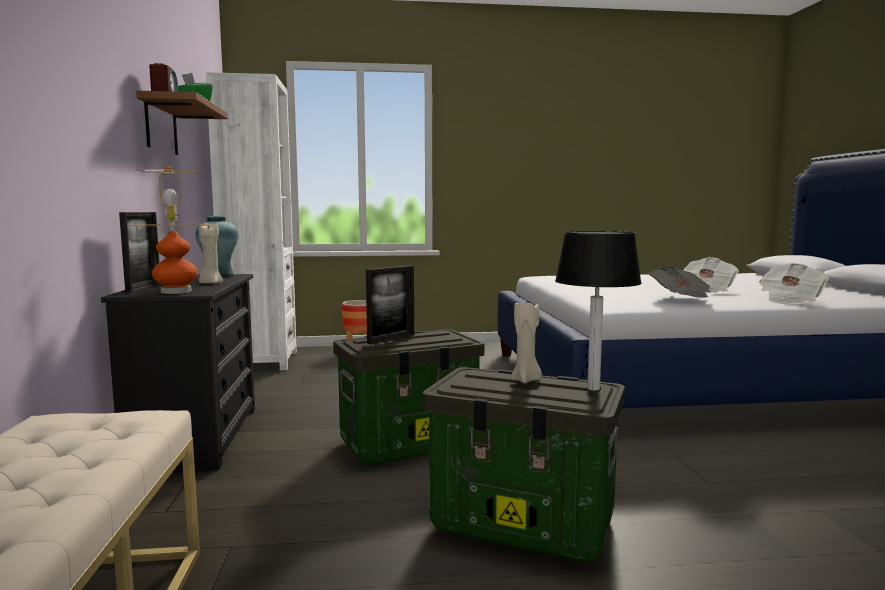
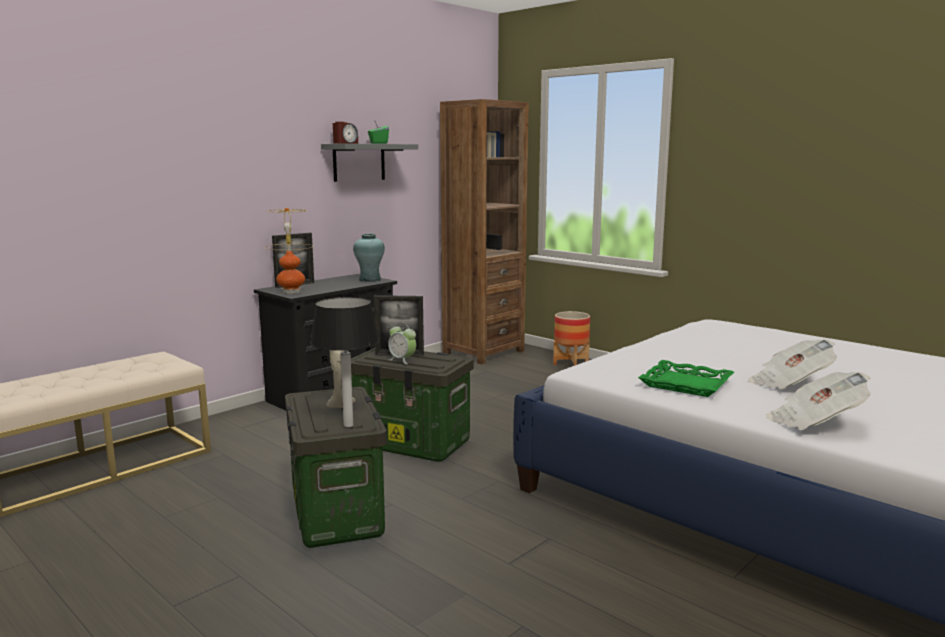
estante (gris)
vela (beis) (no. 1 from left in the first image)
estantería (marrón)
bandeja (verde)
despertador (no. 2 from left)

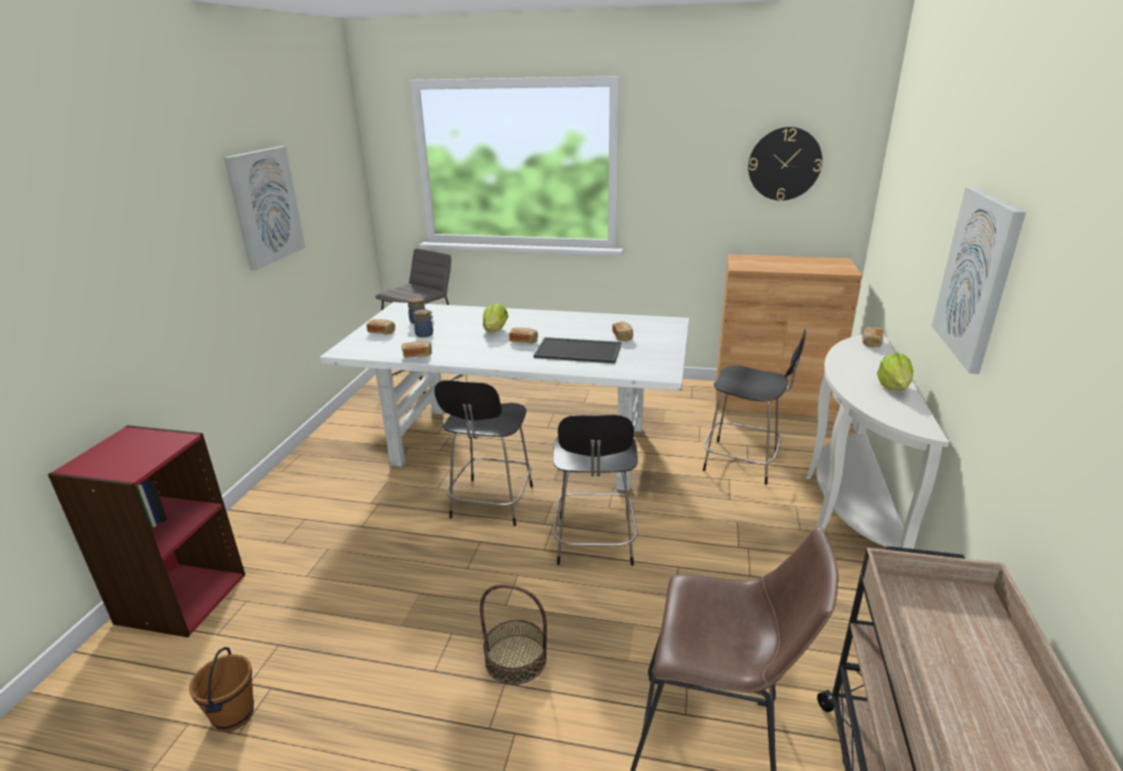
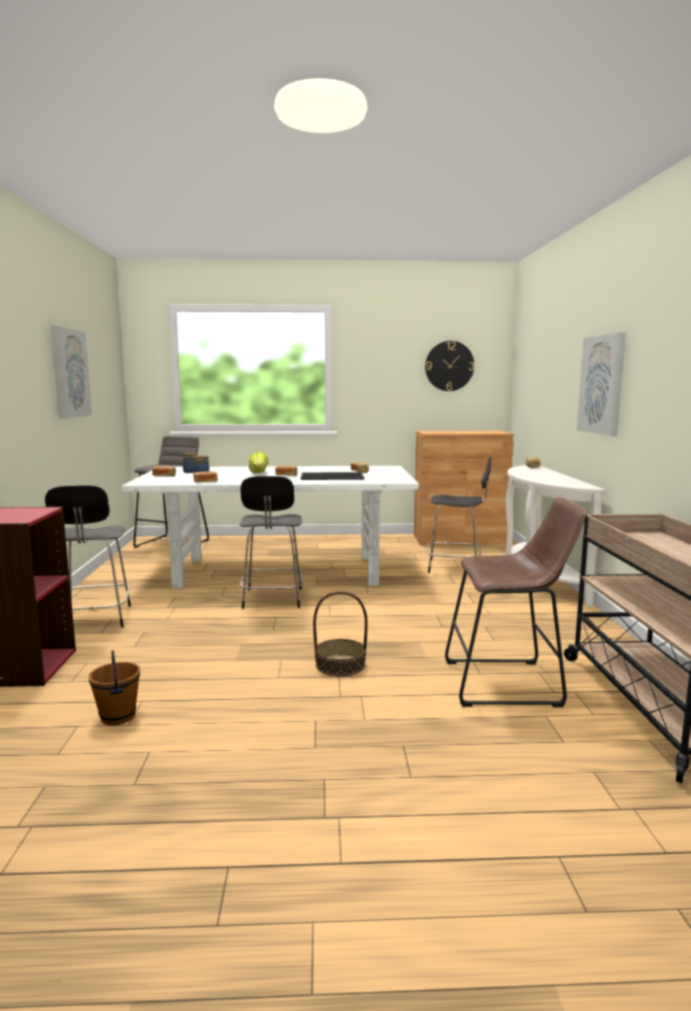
silla (negro) (no. 1 from left)
lechuga (no. 2 from left in the first image)

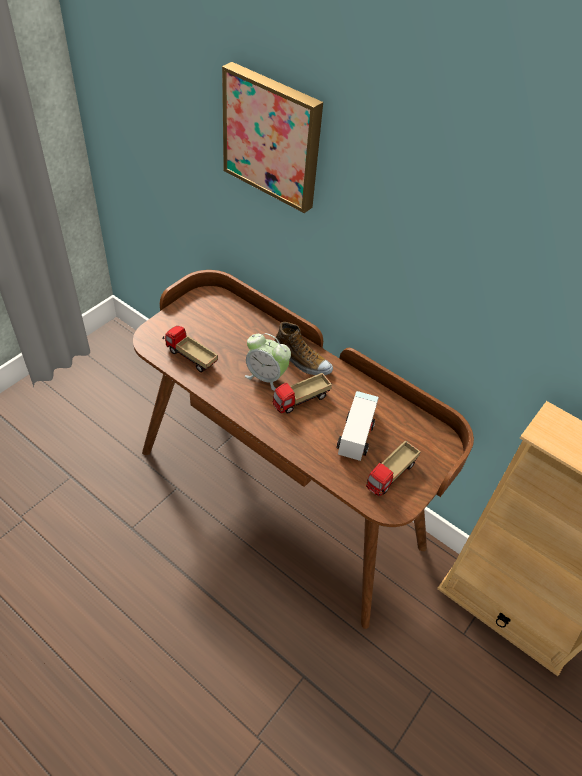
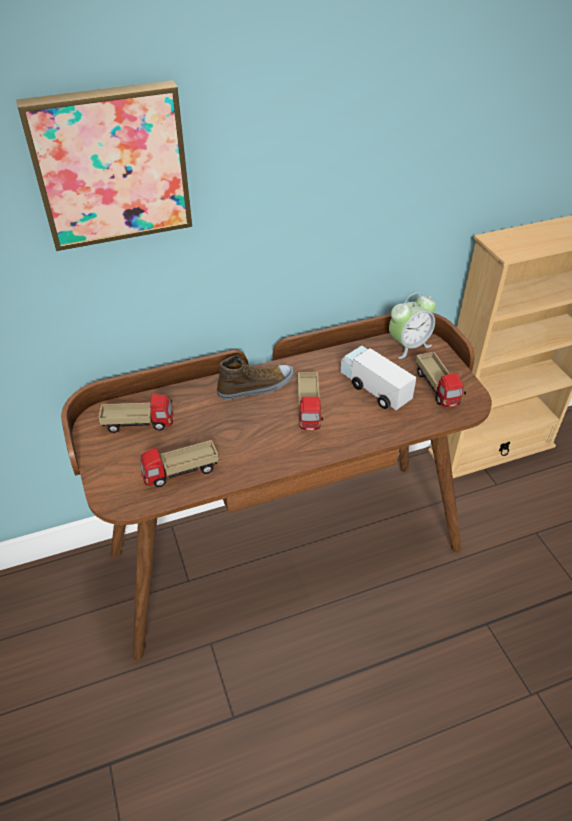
despertador
camión de juguete (no. 1 from left)

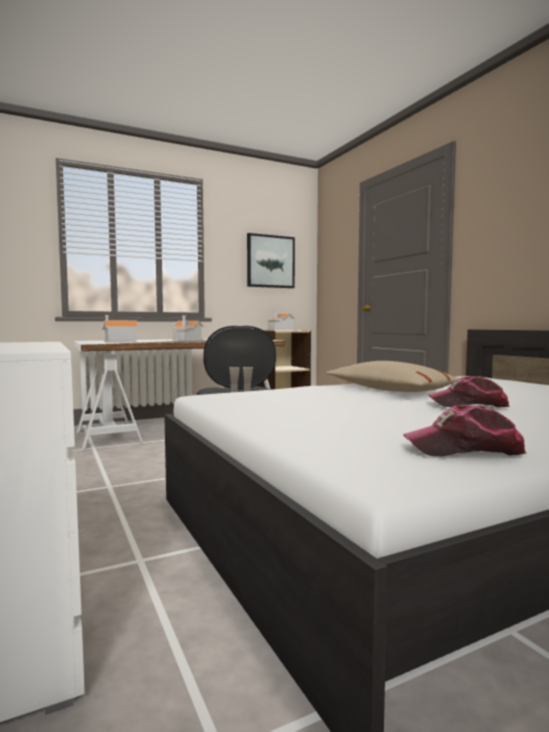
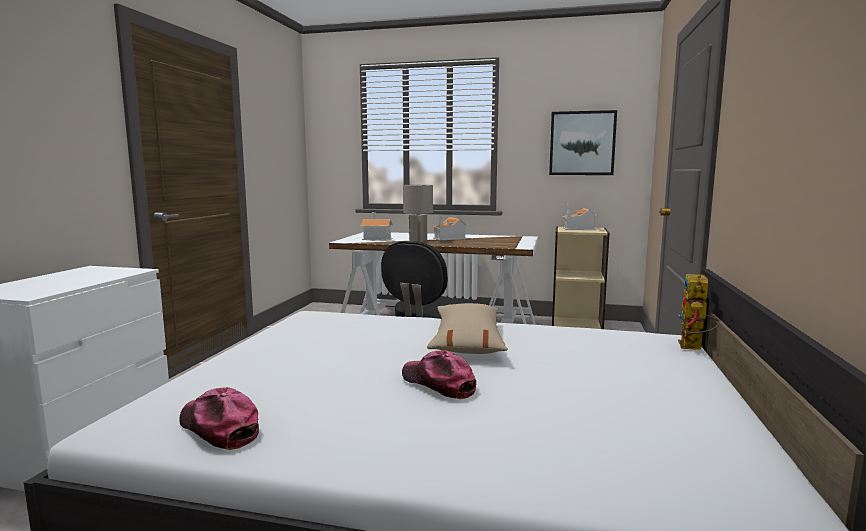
lámpara de mesa (gris)
robot de juguete

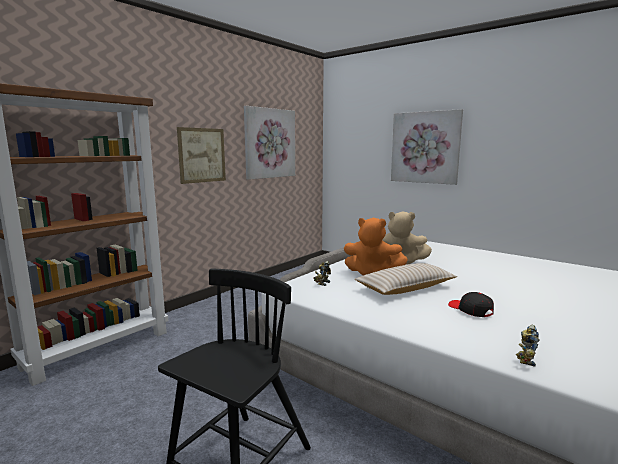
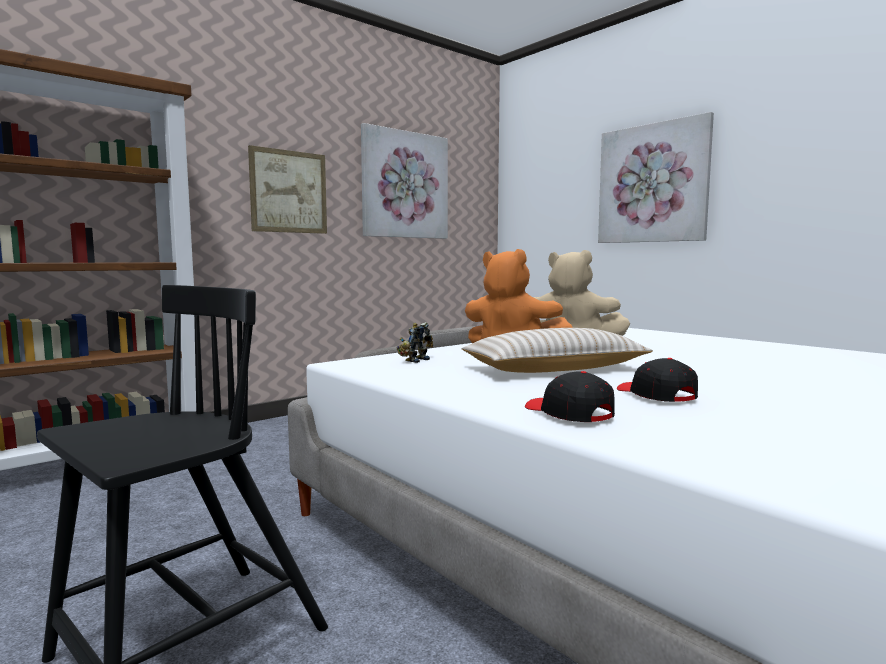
robot de juguete (no. 2 from left in the first image)
gorra (negro) (no. 1 from left)

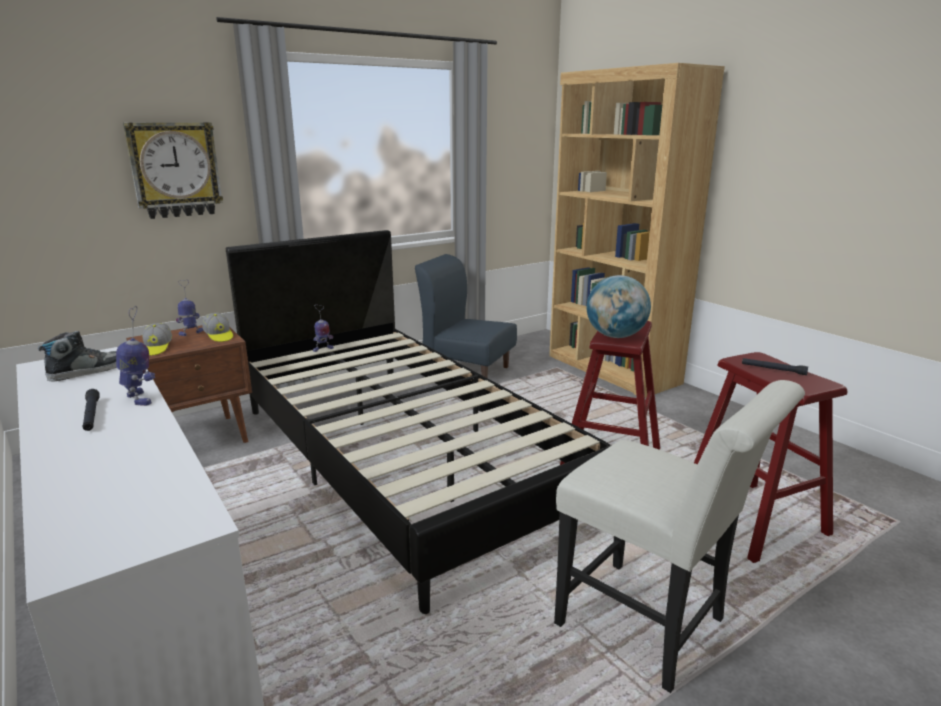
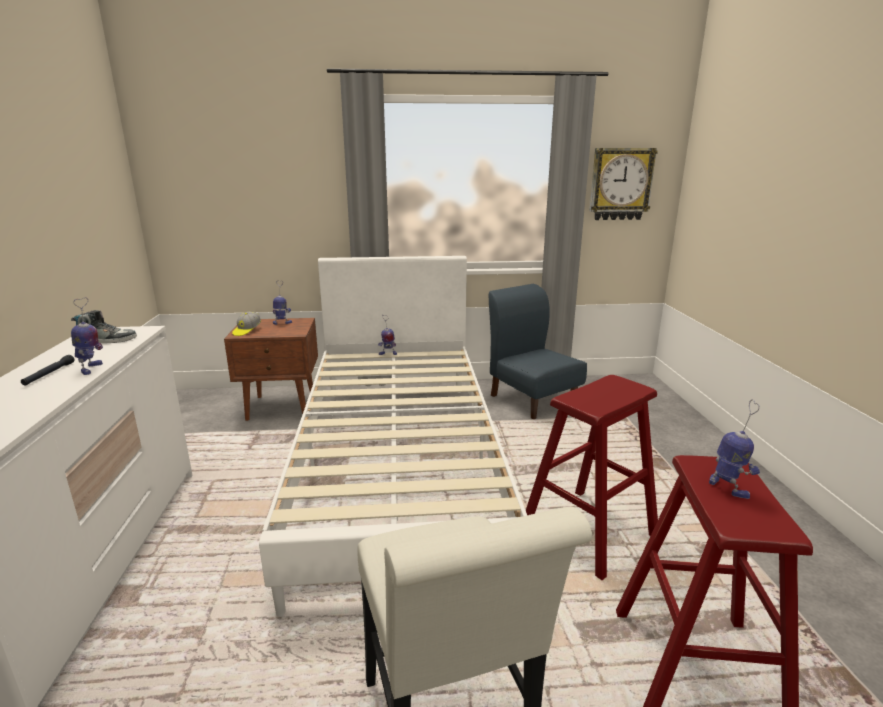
reloj de pared
gorra (no. 2 from left in the first image)
cama (blanco)
estantería (marrón)
globo terráqueo
robot de juguete (no. 4 from left)

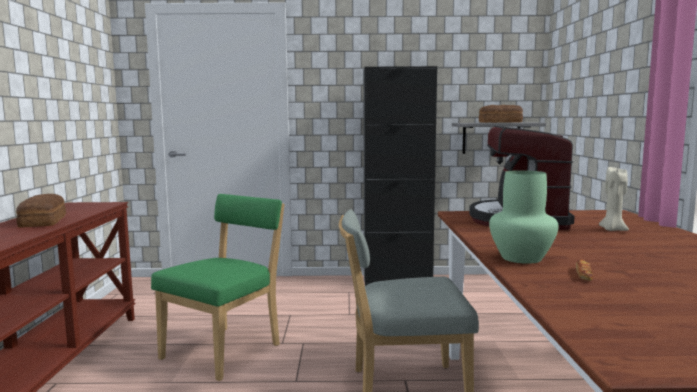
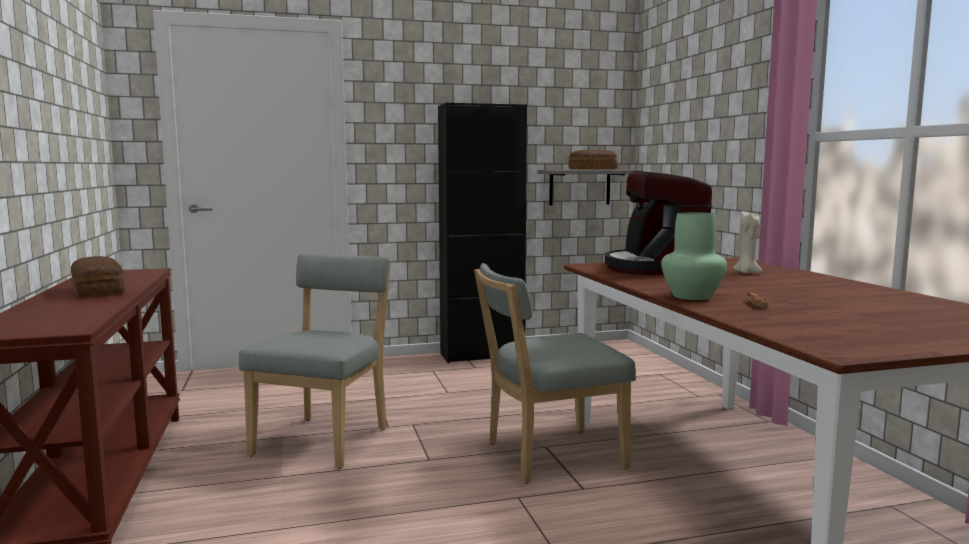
silla (gris) (no. 1 from left)

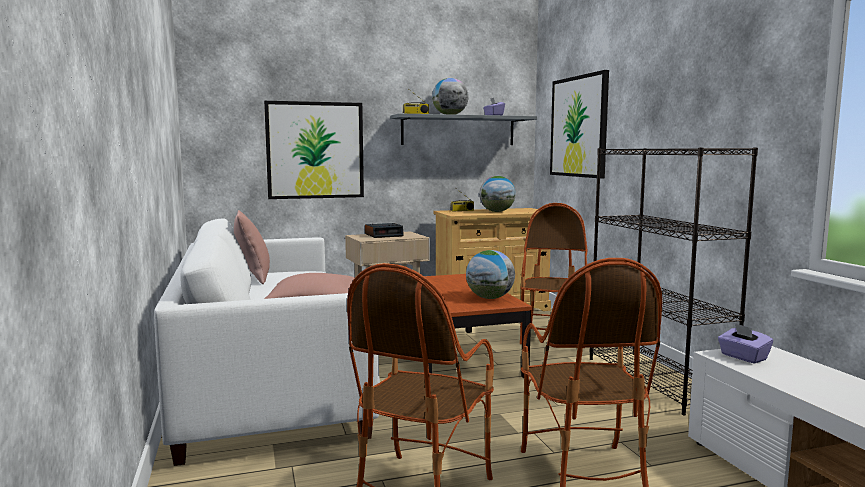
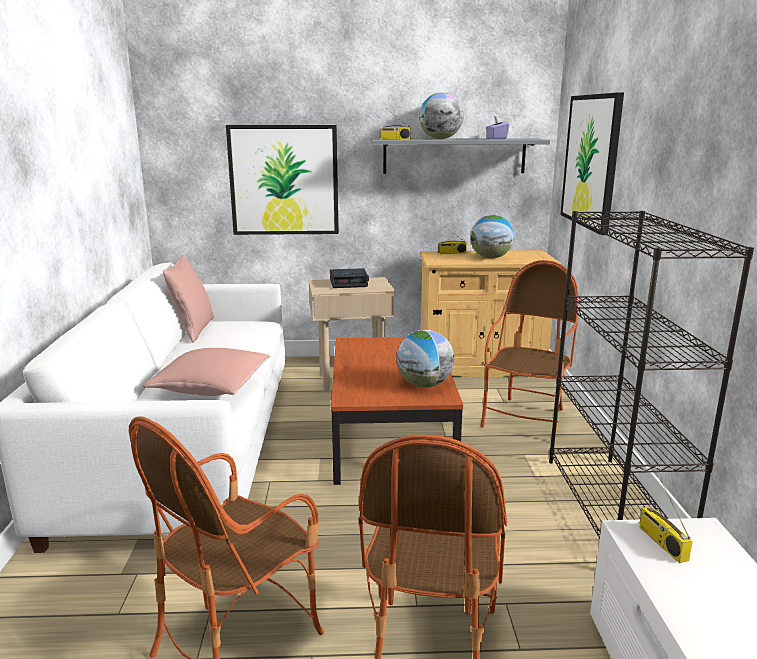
radio (no. 3 from left)

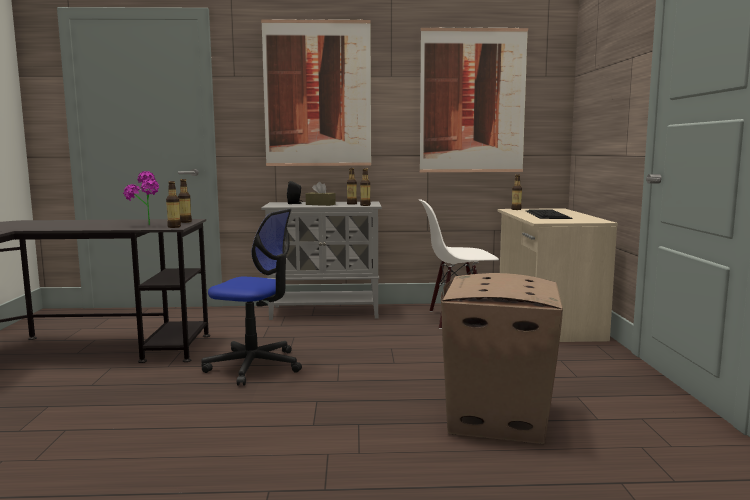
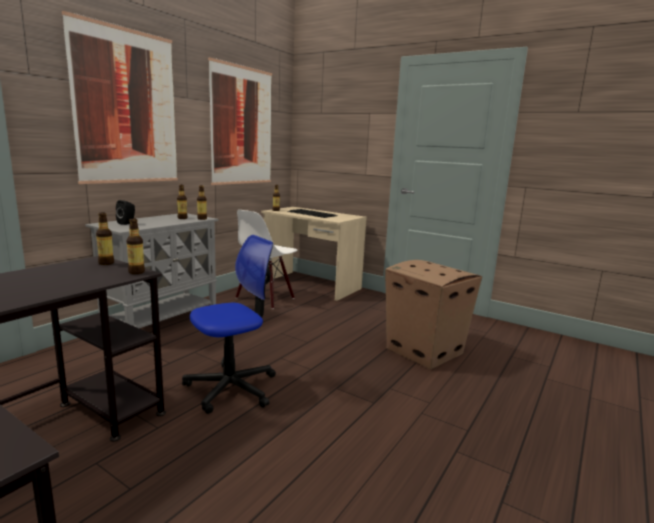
planta en maceta
caja de pañuelos (marrón)

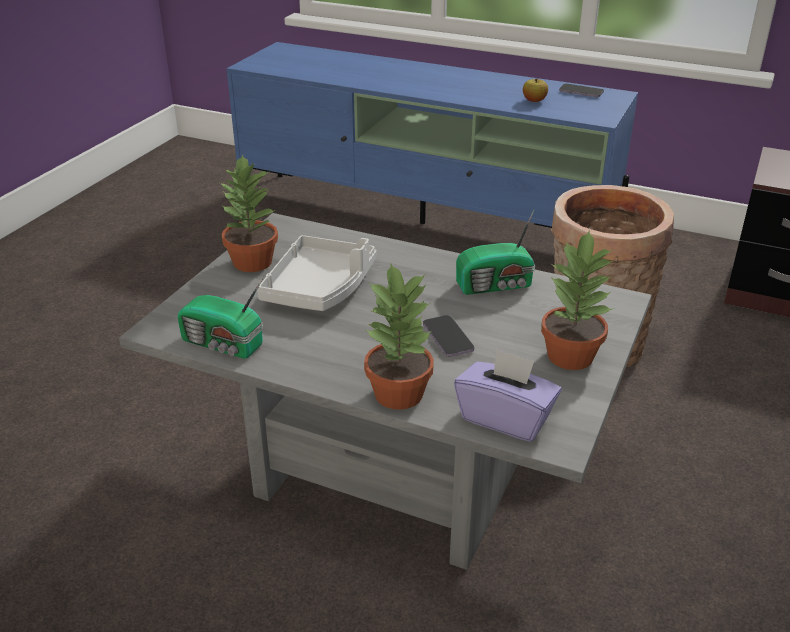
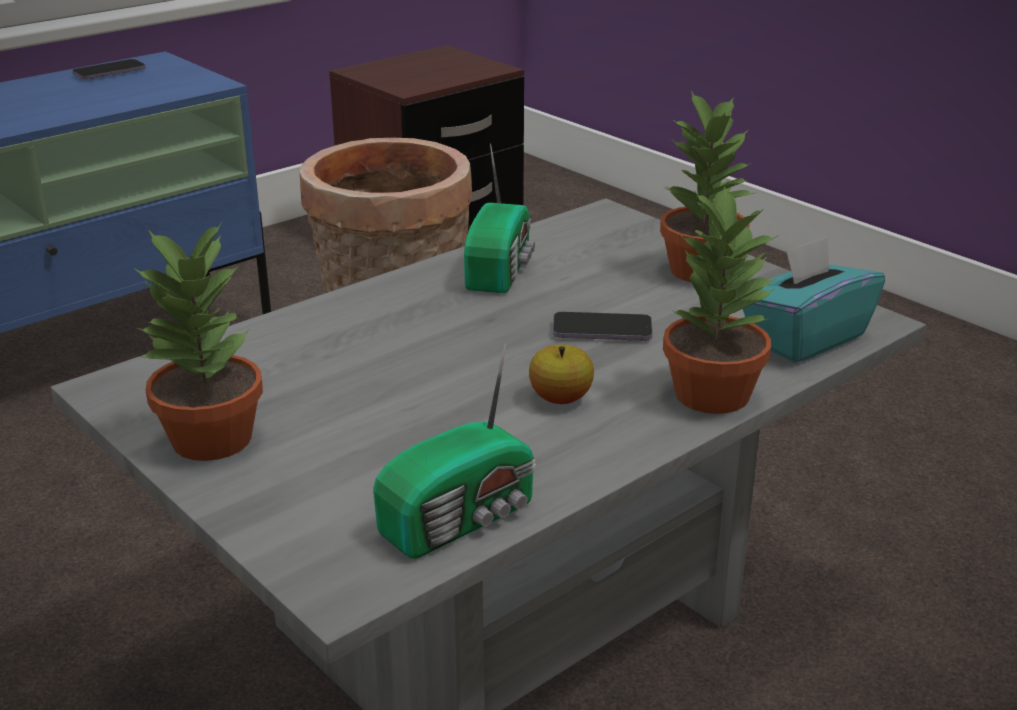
bandeja (gris)
caja de pañuelos (turquesa)
manzana

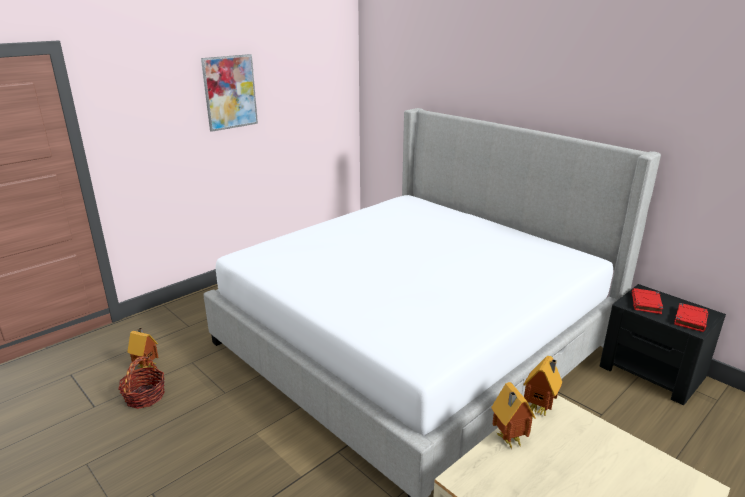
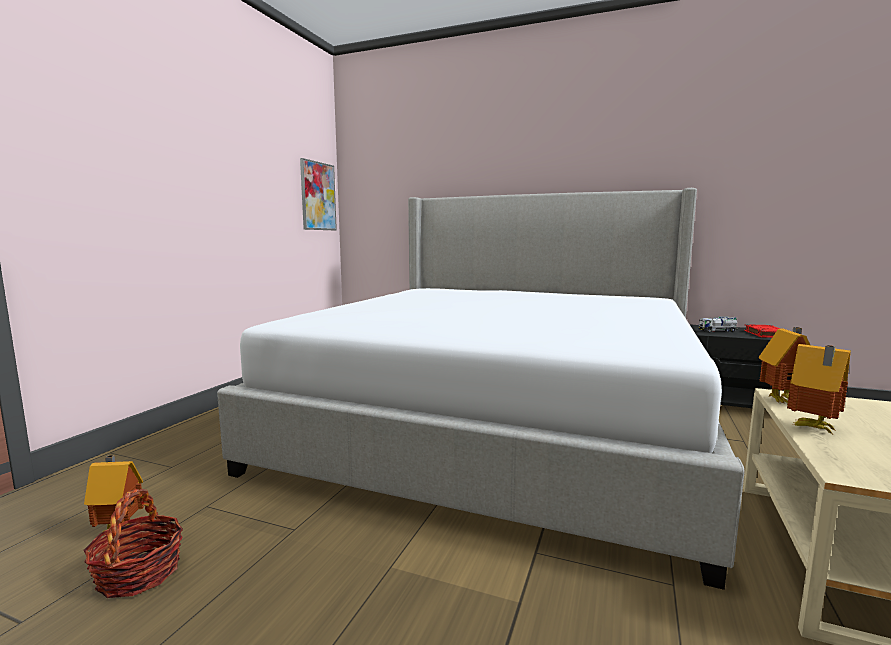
cuadro
camión de juguete

